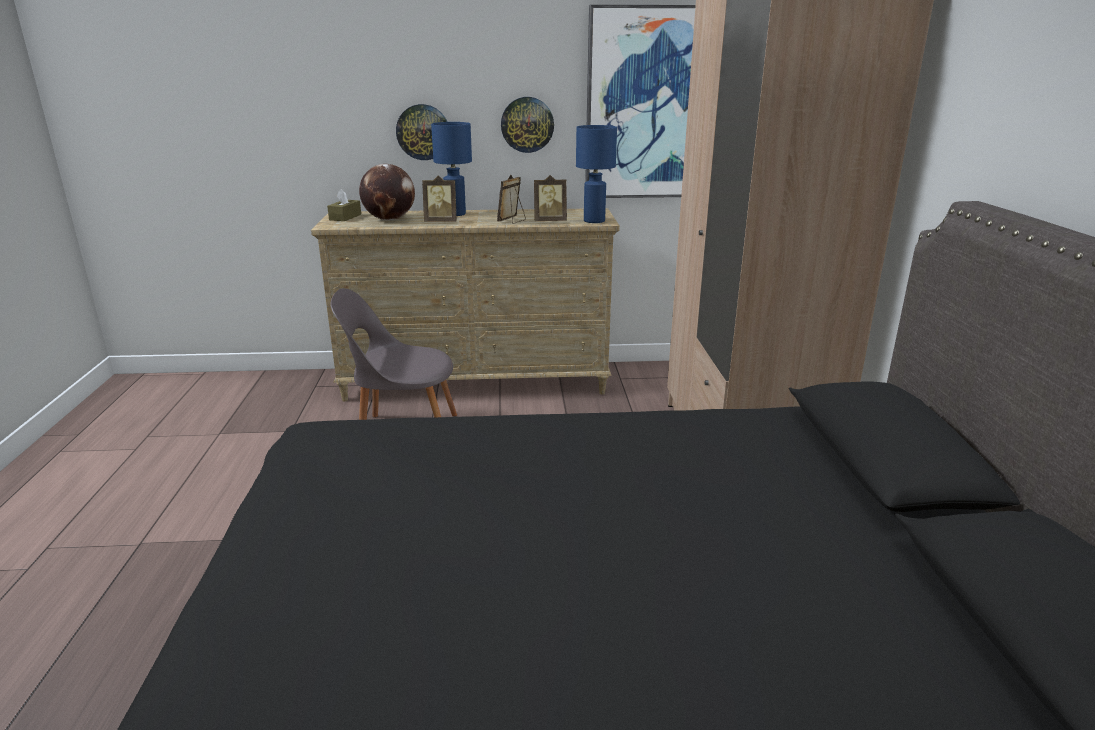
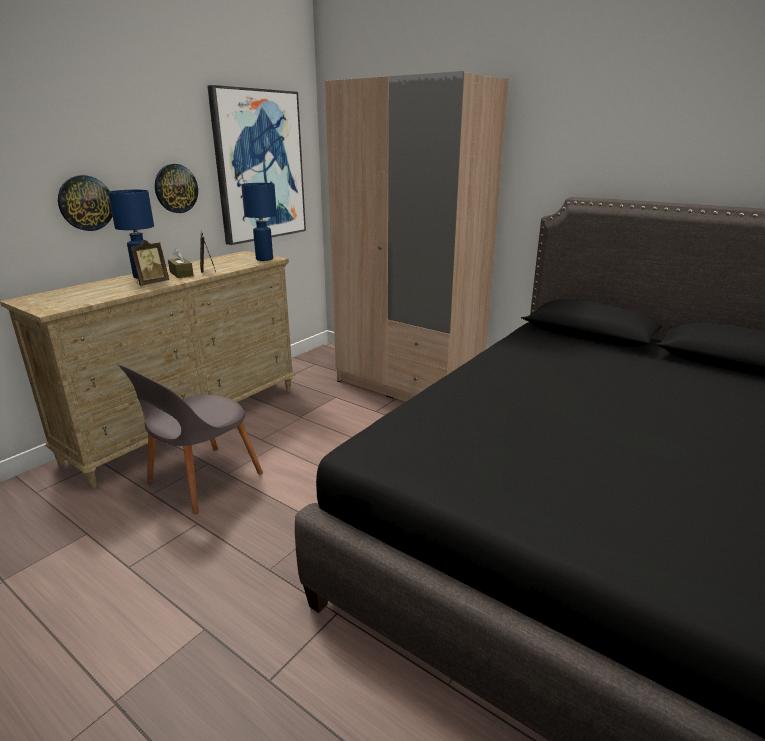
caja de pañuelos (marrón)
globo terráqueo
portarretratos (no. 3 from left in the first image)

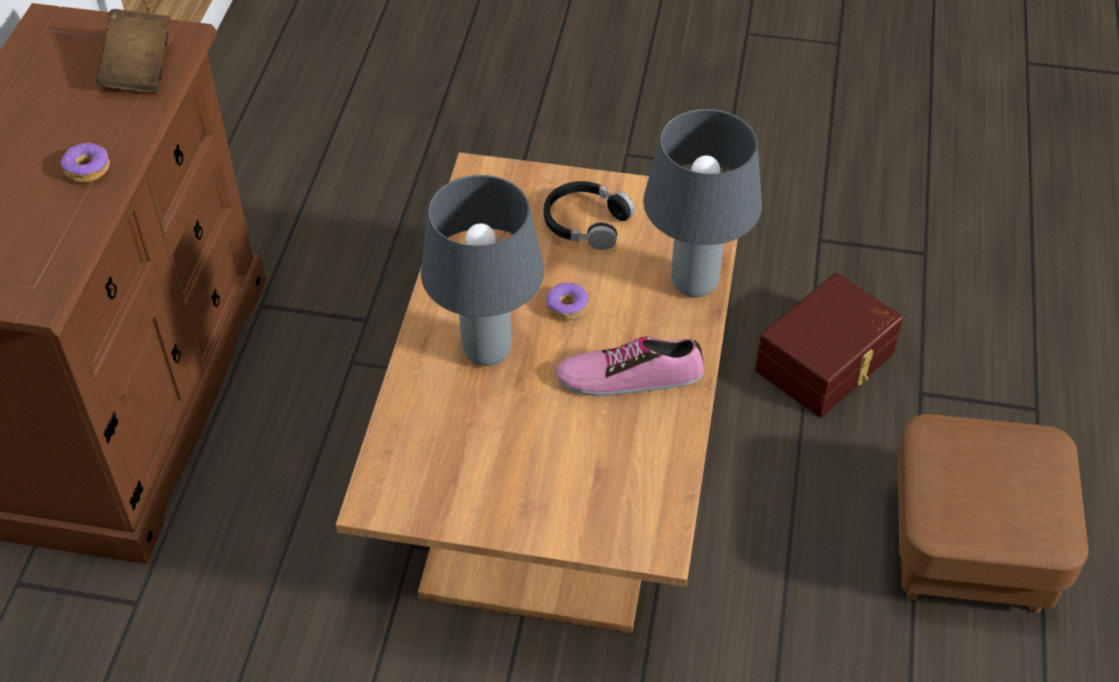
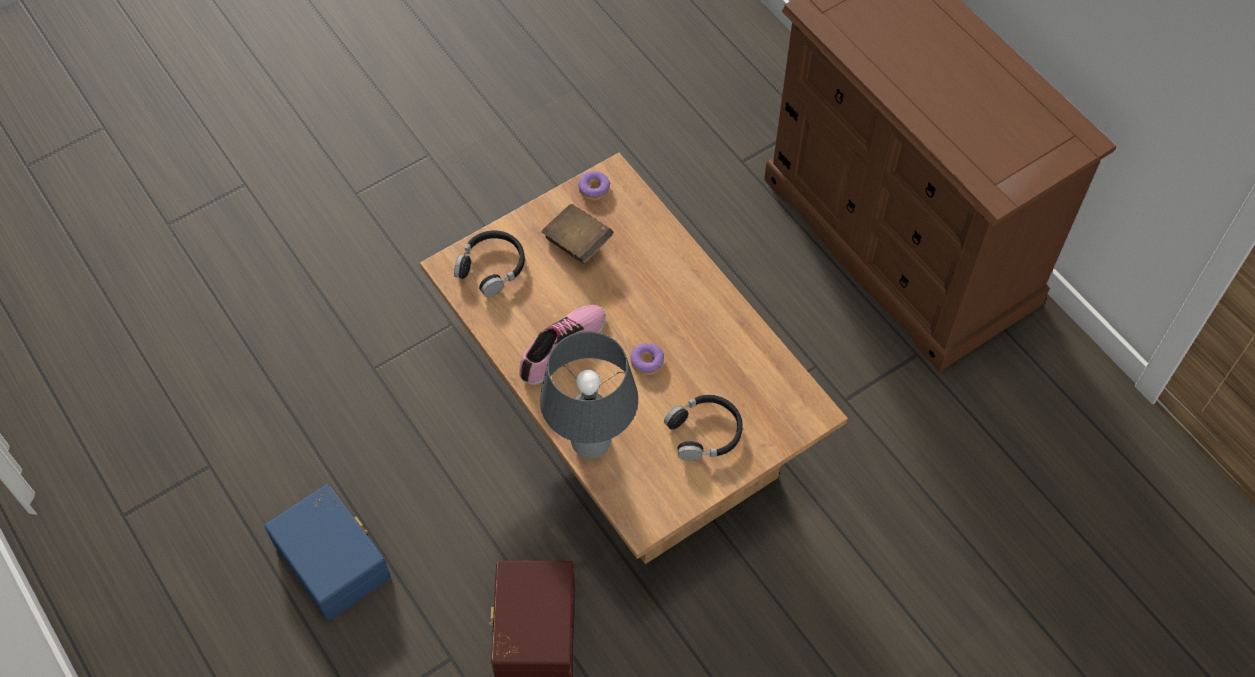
rosquilla (no. 1 from left)
libro (marrón)
lámpara de mesa (gris) (no. 1 from left in the first image)
caja de almacenaje (azul)
auriculares (negro) (no. 1 from left)

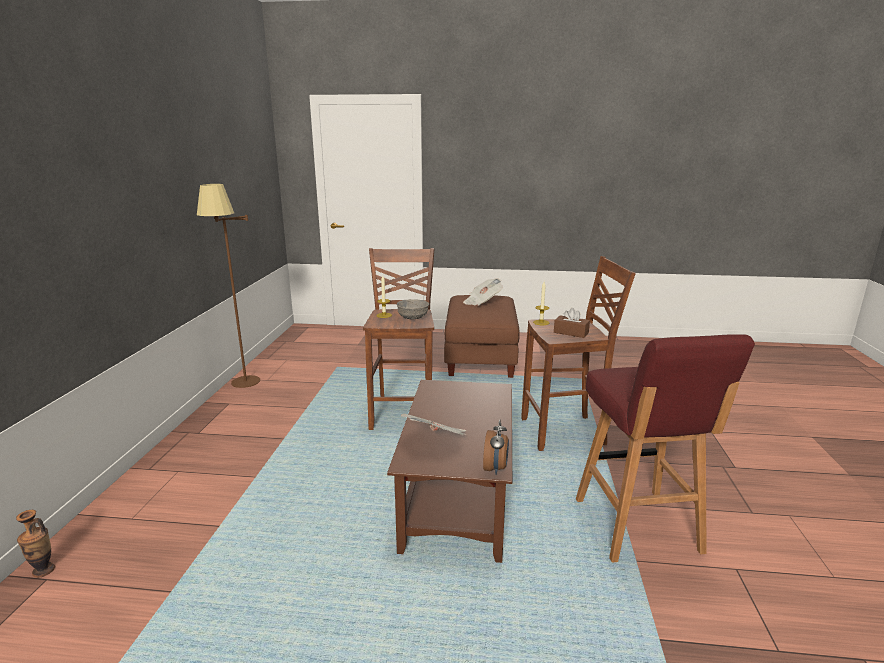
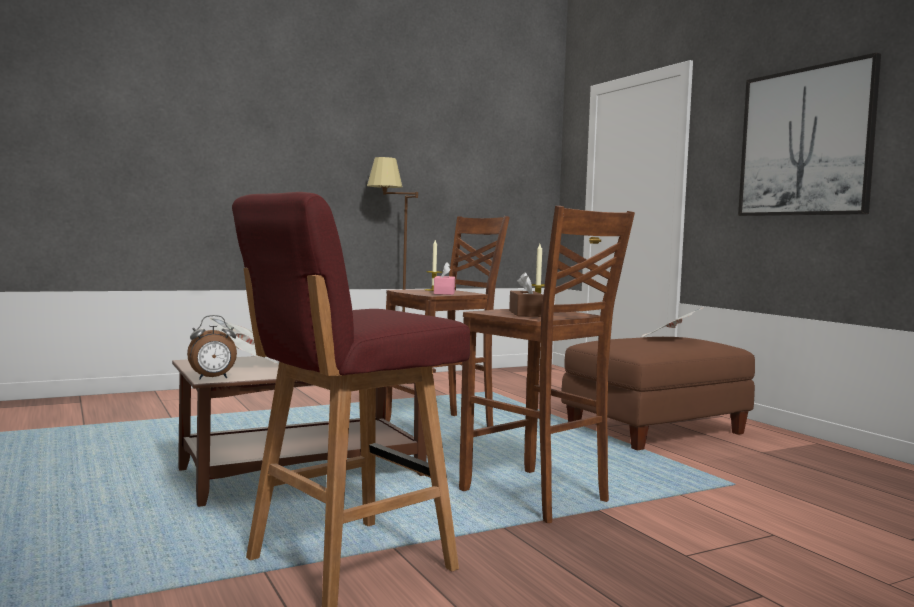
florero
caja de pañuelos (rosa)
cuadro

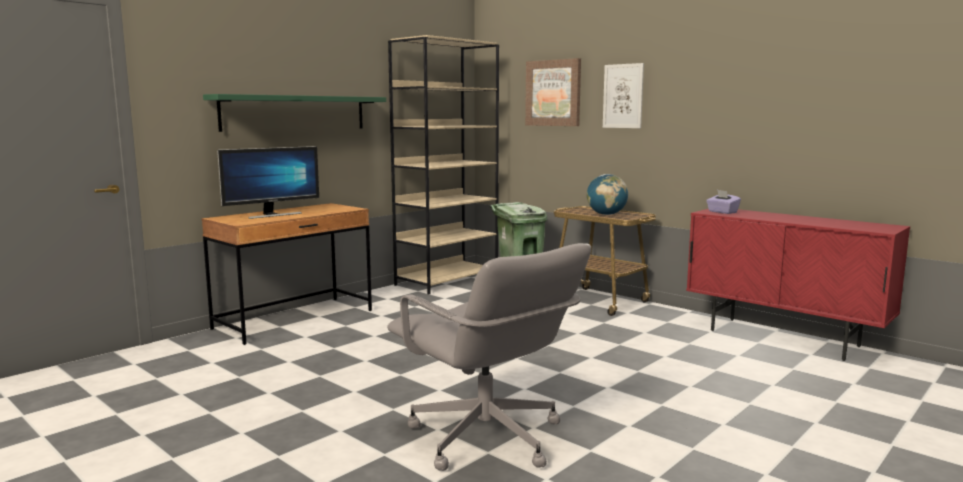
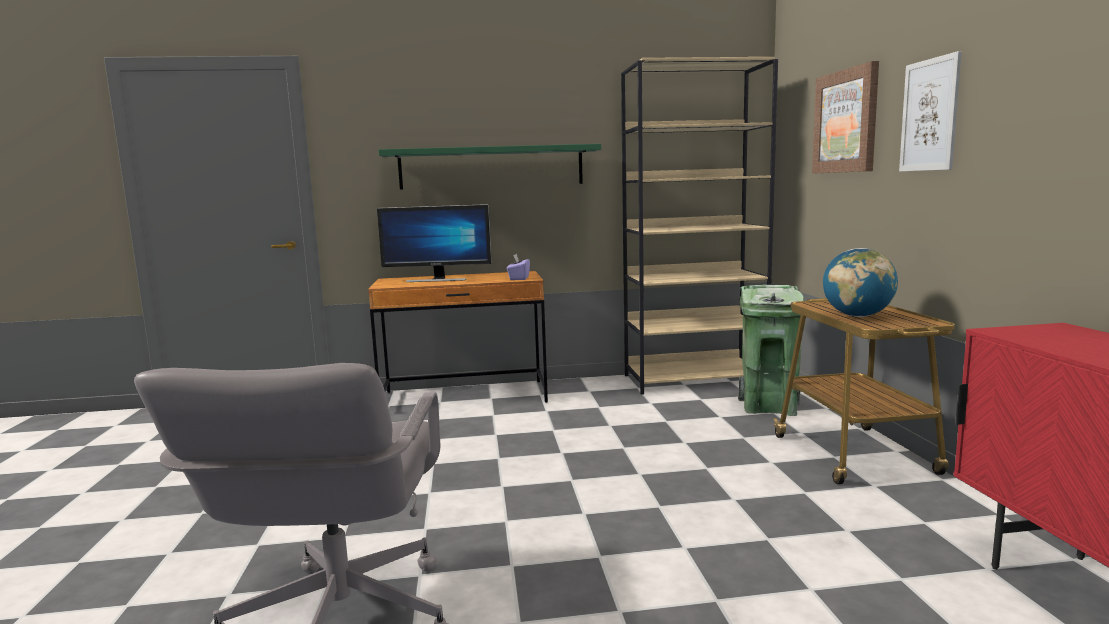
caja de pañuelos (morado)

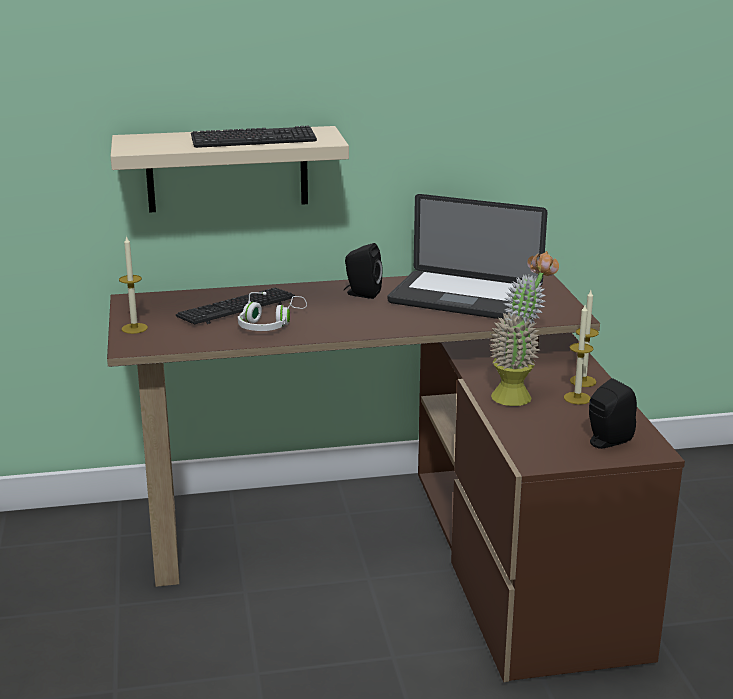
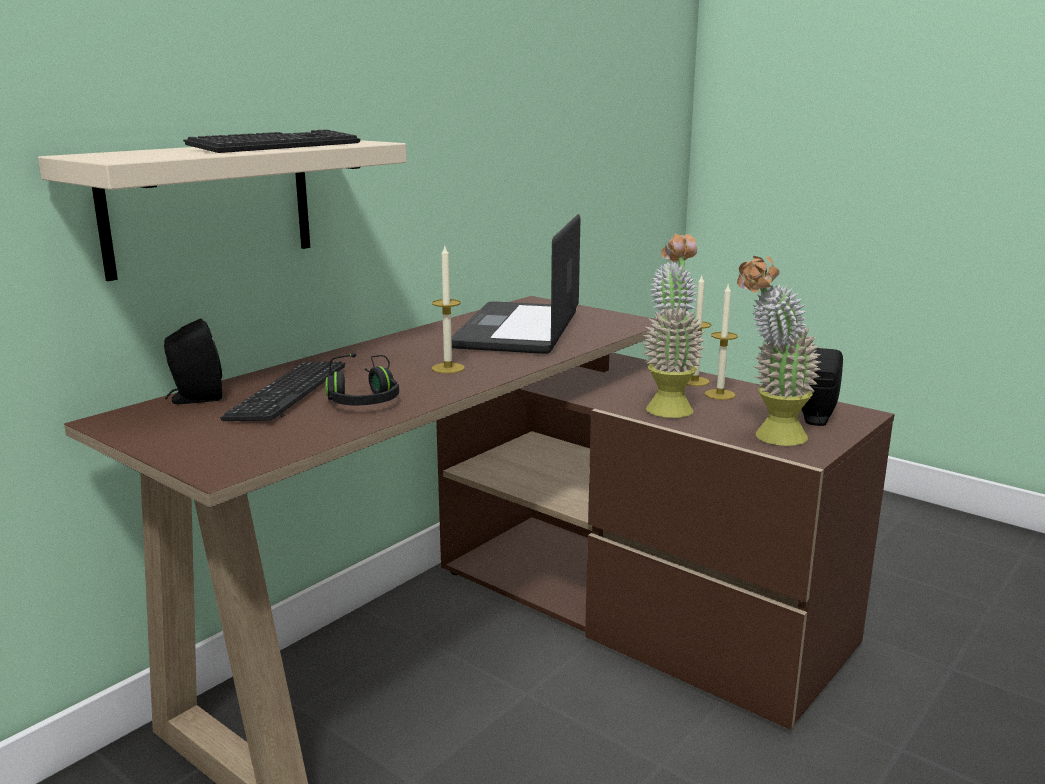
vela (no. 1 from left)
auriculares (negro)
altavoz (negro) (no. 1 from left)
portátil
planta en maceta (no. 2 from left)

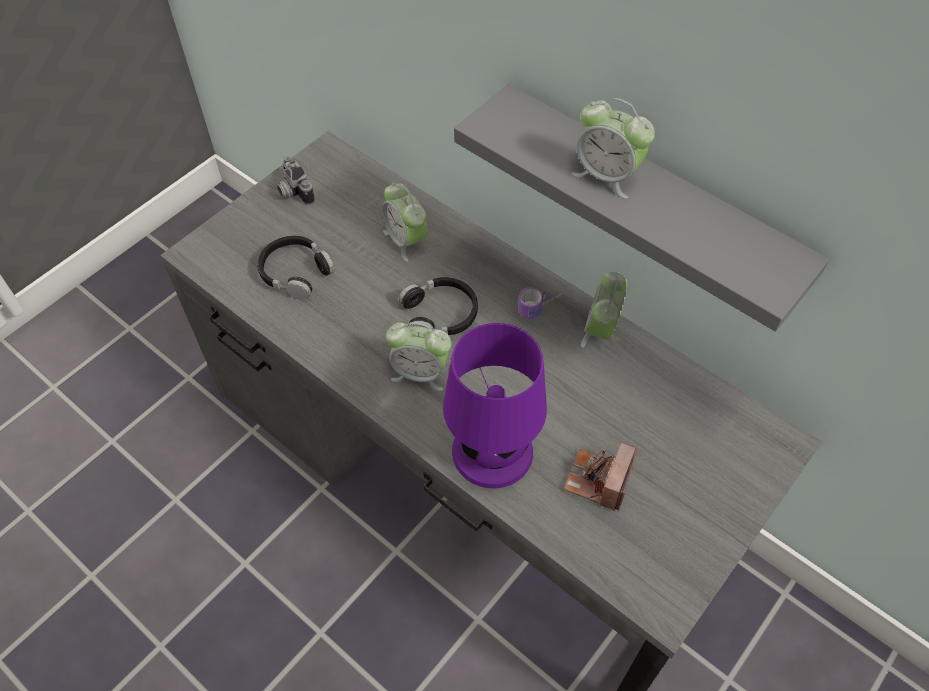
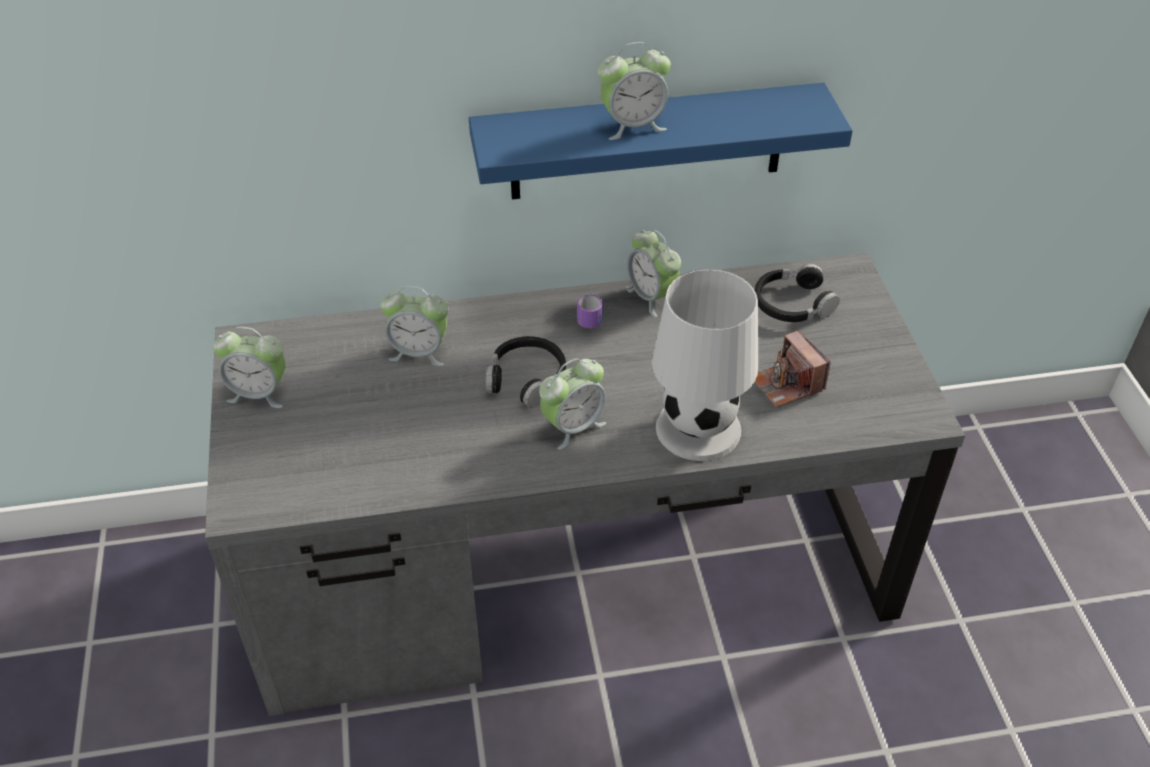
auriculares (negro) (no. 2 from left)
despertador (no. 1 from left)
lámpara de mesa (blanco)
estante (azul)

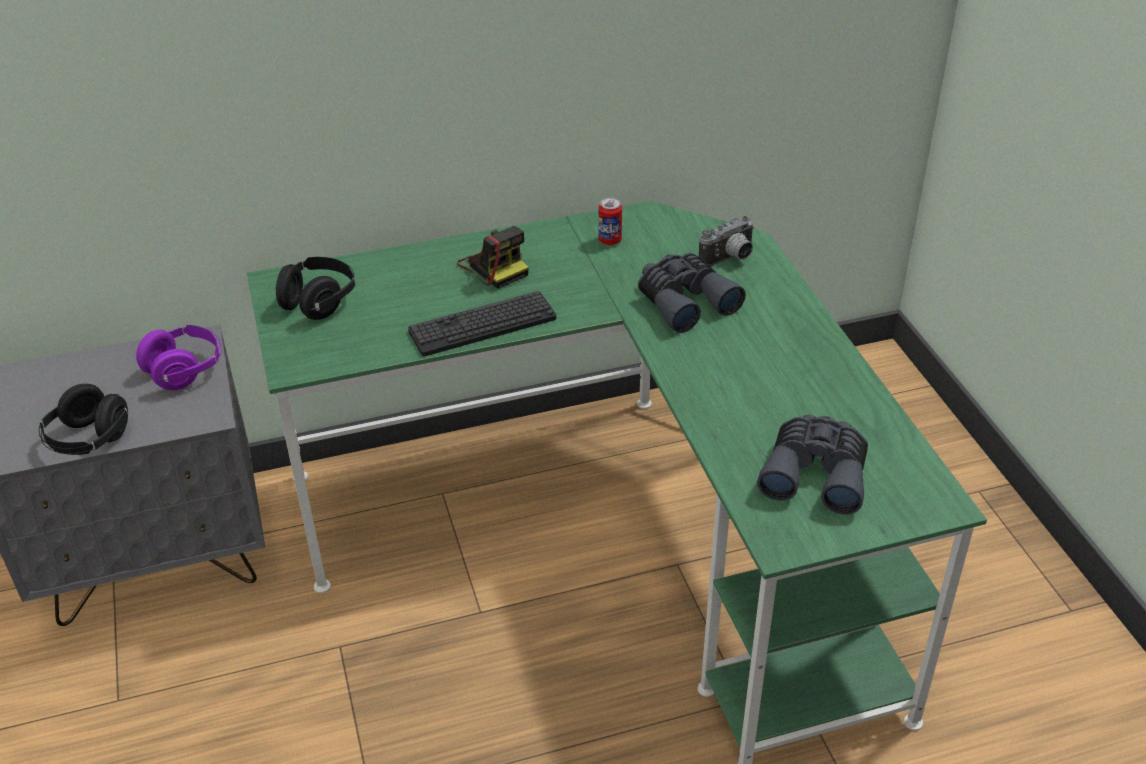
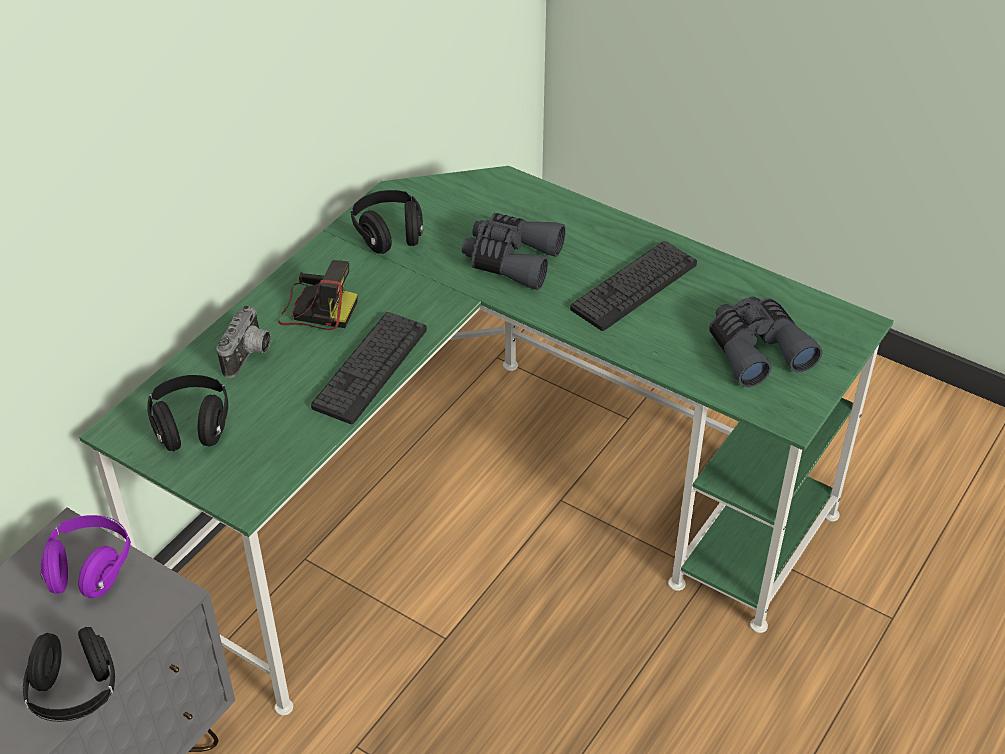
auriculares (negro) (no. 3 from left)
cámara (no. 1 from left)
teclado (no. 2 from left)

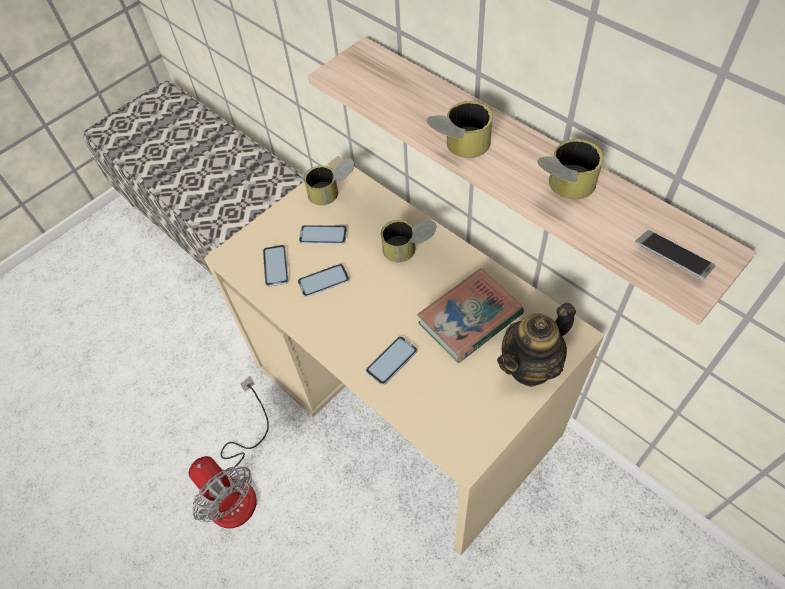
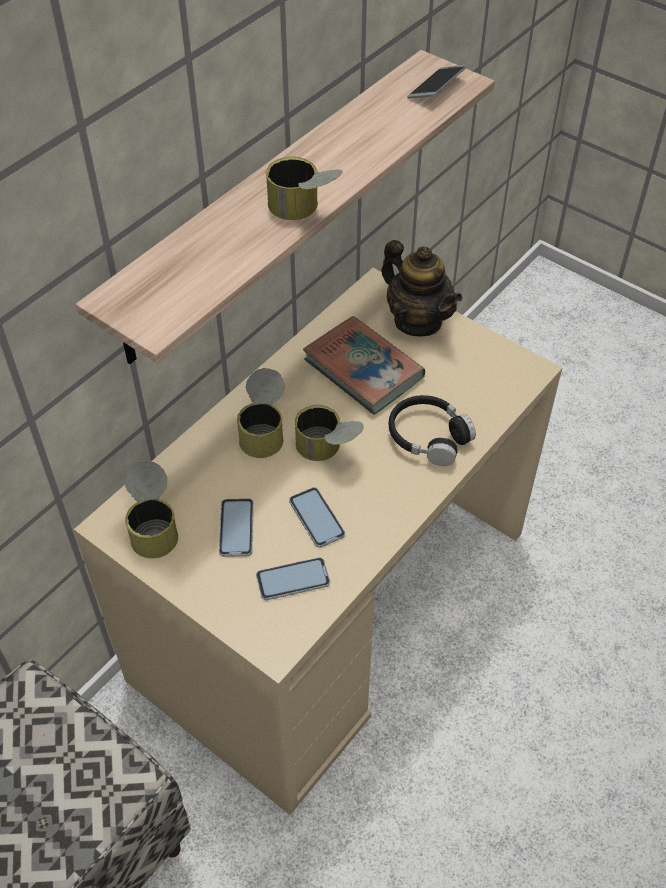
ventilador
auriculares (negro)
lata (no. 4 from left)

